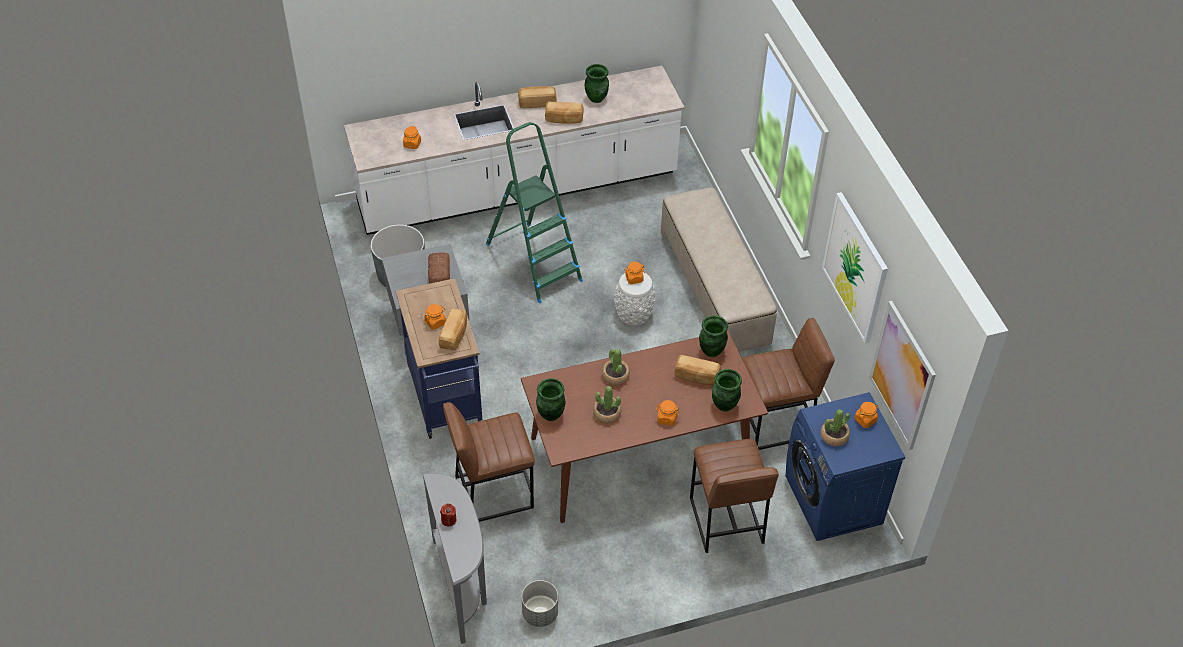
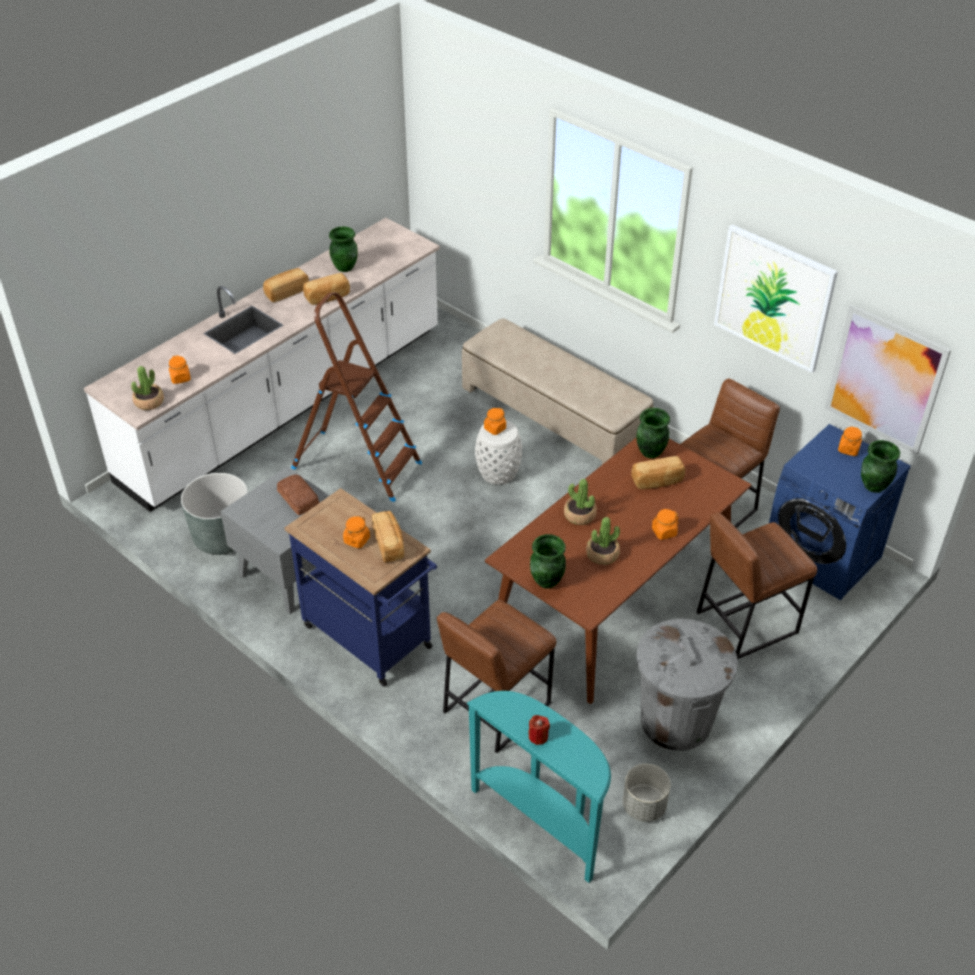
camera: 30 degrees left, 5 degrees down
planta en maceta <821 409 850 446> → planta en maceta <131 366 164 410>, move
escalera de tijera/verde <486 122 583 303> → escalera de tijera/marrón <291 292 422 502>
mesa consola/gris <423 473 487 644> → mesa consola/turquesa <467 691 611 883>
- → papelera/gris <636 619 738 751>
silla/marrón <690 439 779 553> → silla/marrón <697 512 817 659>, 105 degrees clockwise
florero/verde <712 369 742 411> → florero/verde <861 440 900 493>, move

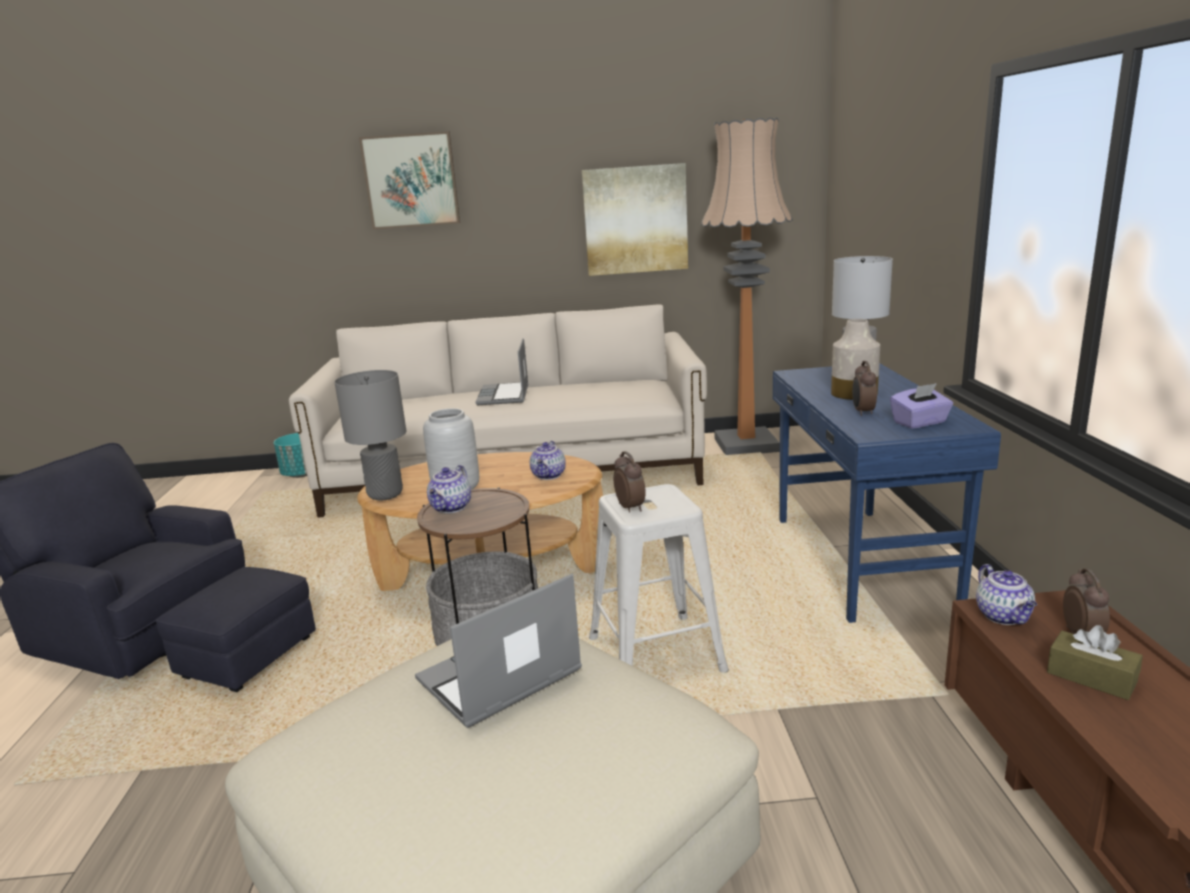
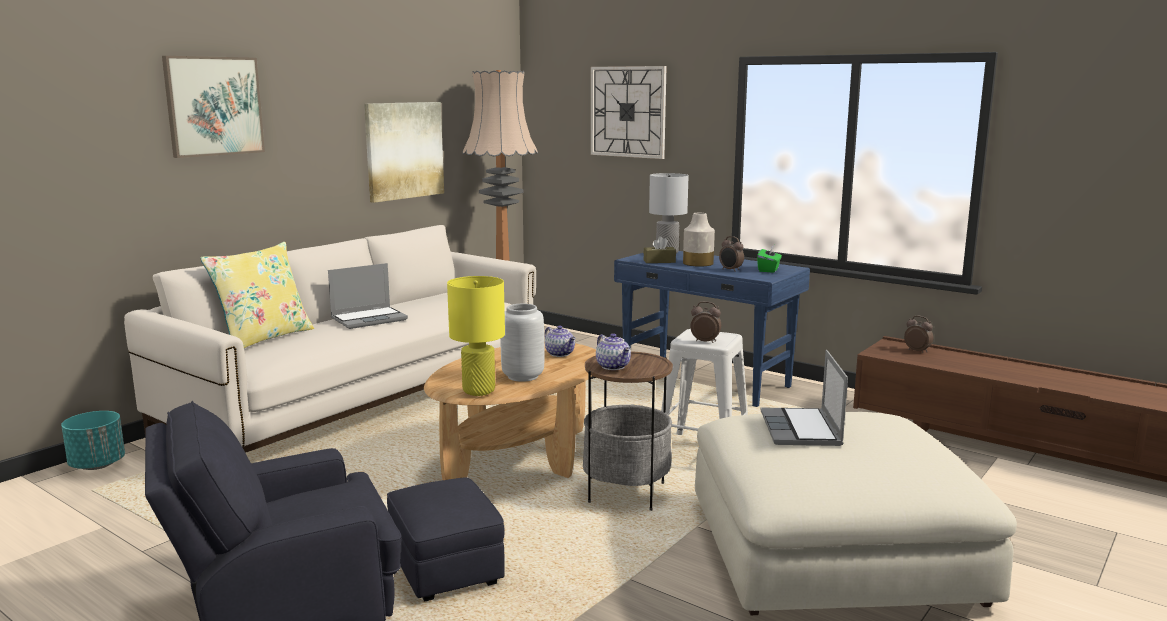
camera: 50 degrees left, 5 degrees down
- → cojín/amarillo <200 242 314 348>
portátil <476 338 528 405> → portátil <328 263 408 329>, 75 degrees counterclockwise
lámpara de mesa/gris <334 370 406 501> → lámpara de mesa/amarillo <447 276 505 396>
- → reloj de pared <591 66 667 159>
caja de pañuelos/marrón <1047 625 1143 700> → caja de pañuelos/marrón <644 236 676 263>, move
caja de pañuelos/morado <890 383 953 429> → caja de pañuelos/verde <757 245 782 273>
tetera <976 564 1037 625> → -

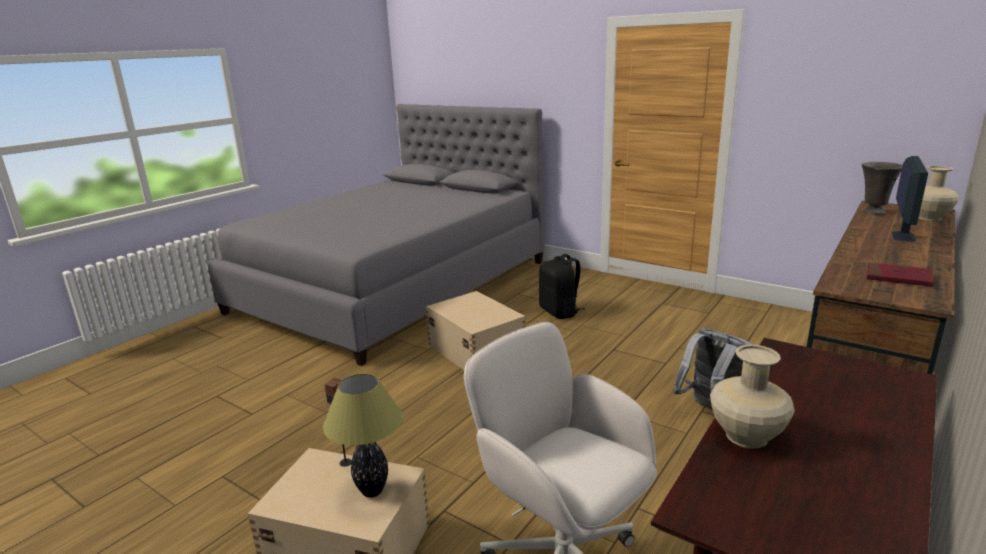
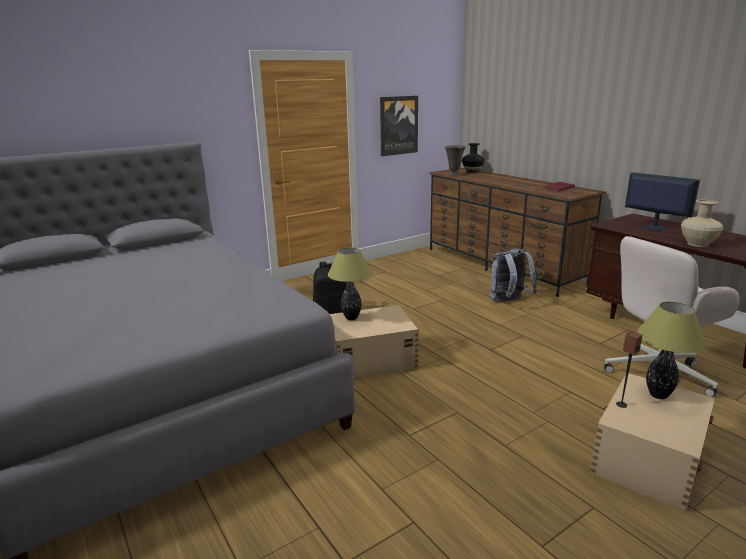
camera: 70 degrees left, 0 degrees up
- → lámpara de mesa <328 247 372 320>
- → cuadro <380 96 418 156>
florero/beis <919 166 959 221> → florero/negro <462 143 485 173>
monitor <892 156 928 242> → monitor <625 172 700 231>, move

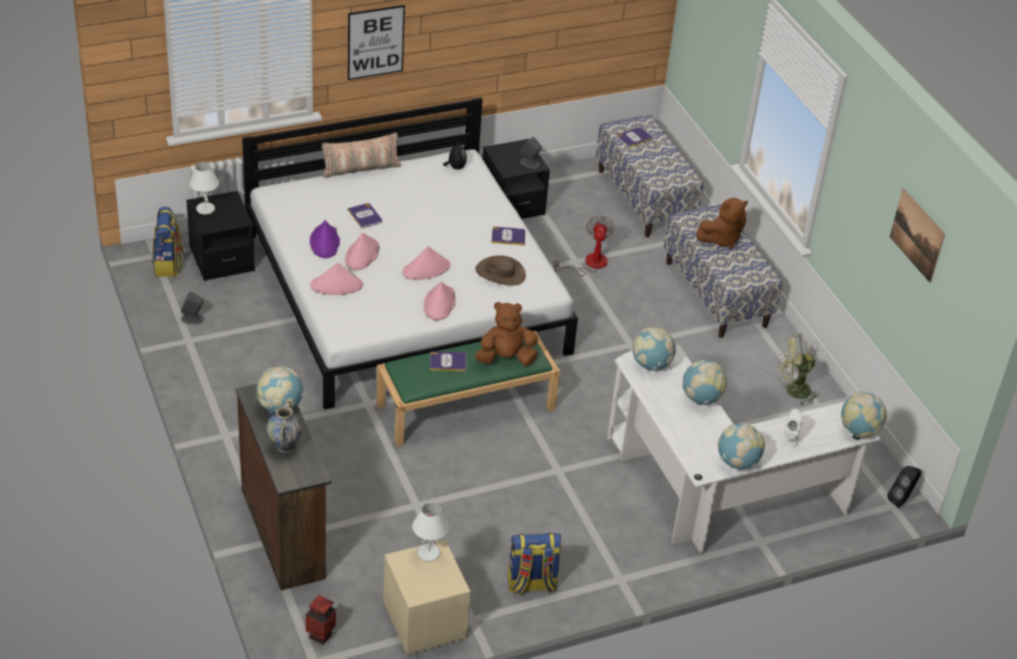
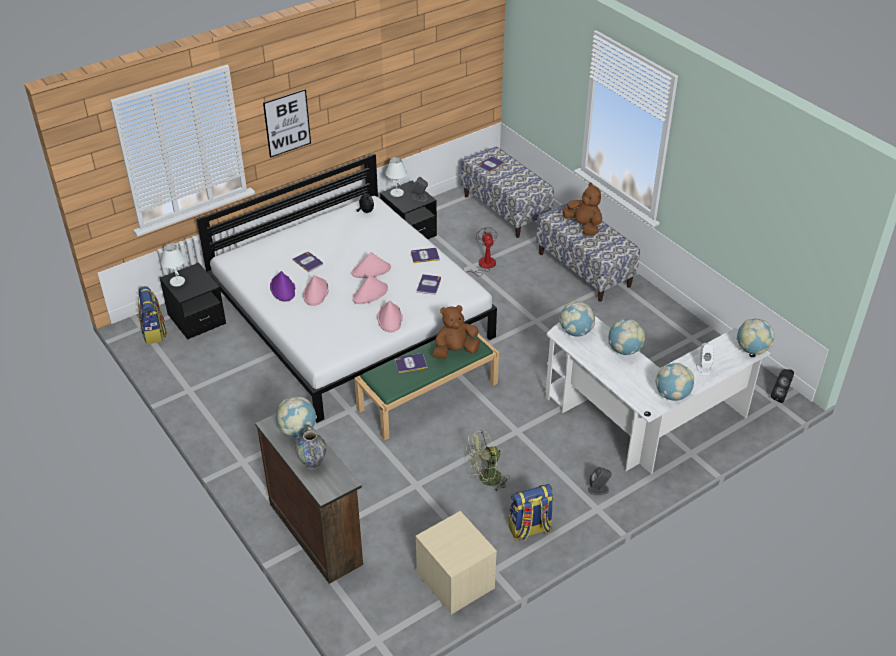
camera: 10 degrees left, 0 degrees up
sombrero/rosa <310 263 363 295> → sombrero/rosa <351 252 391 278>, move
lámpara de mesa/blanco <412 503 449 562> → lámpara de mesa/blanco <385 157 407 197>, move
sombrero/marrón <476 256 526 286> → libro <416 274 441 295>
ventilador/verde <777 334 820 405> → ventilador/verde <466 430 510 492>, move
peluche/marrón <696 198 748 249> → peluche/marrón <563 182 602 236>, 90 degrees counterclockwise
altavoz/gris <181 292 204 325> → altavoz/gris <588 467 612 495>, move
florero <306 595 336 645> → -
cojín <322 133 402 178> → -
cuadro <890 188 945 283> → -

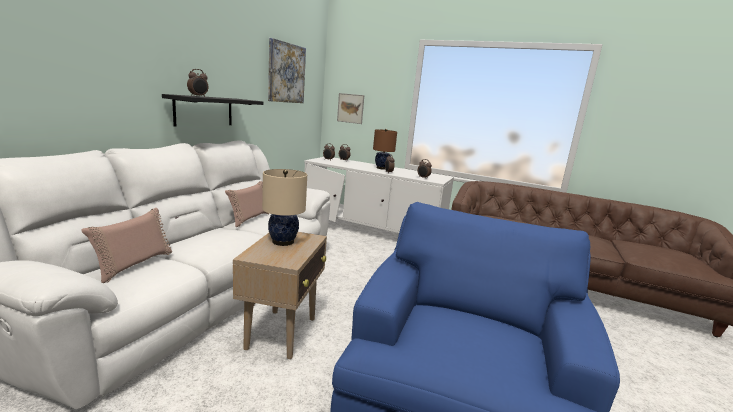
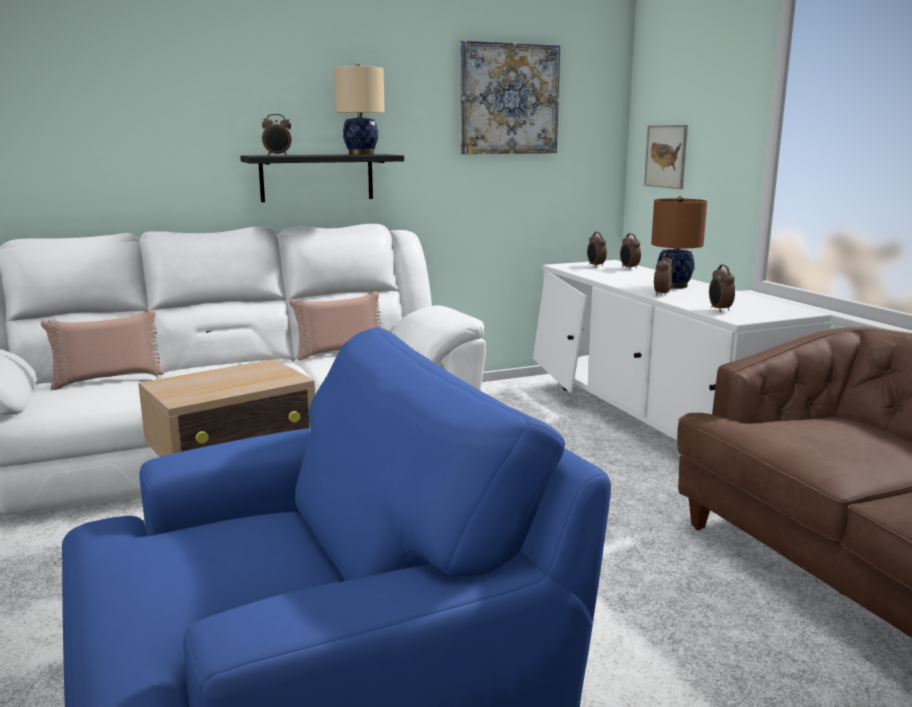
camera: 45 degrees right, 0 degrees up
lámpara de mesa/beis <262 169 307 246> → lámpara de mesa/beis <334 64 385 155>, move

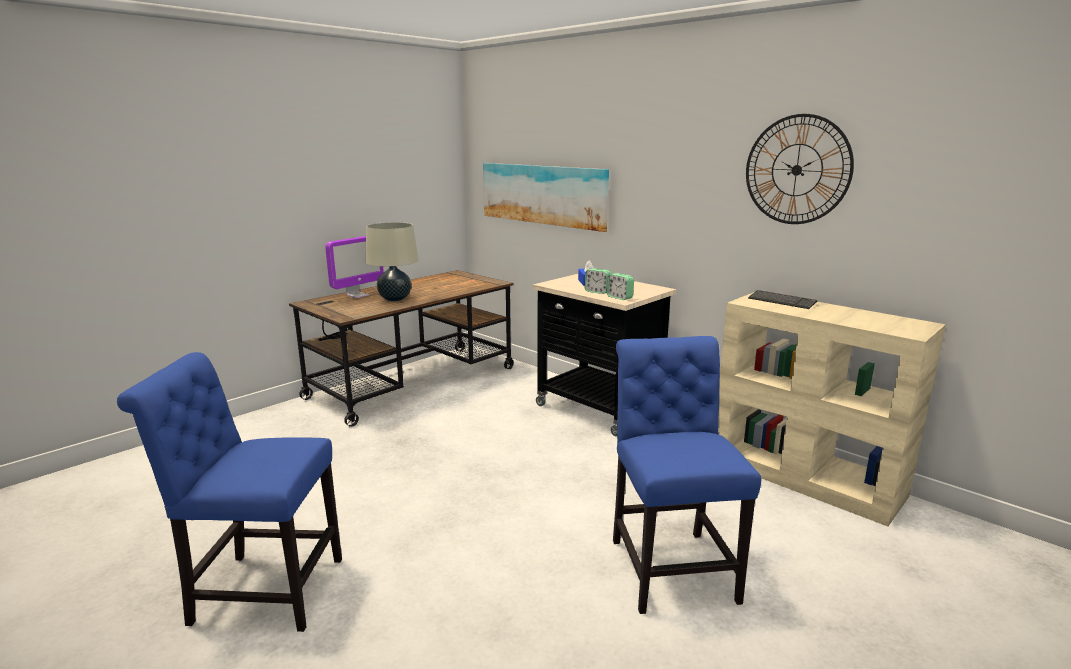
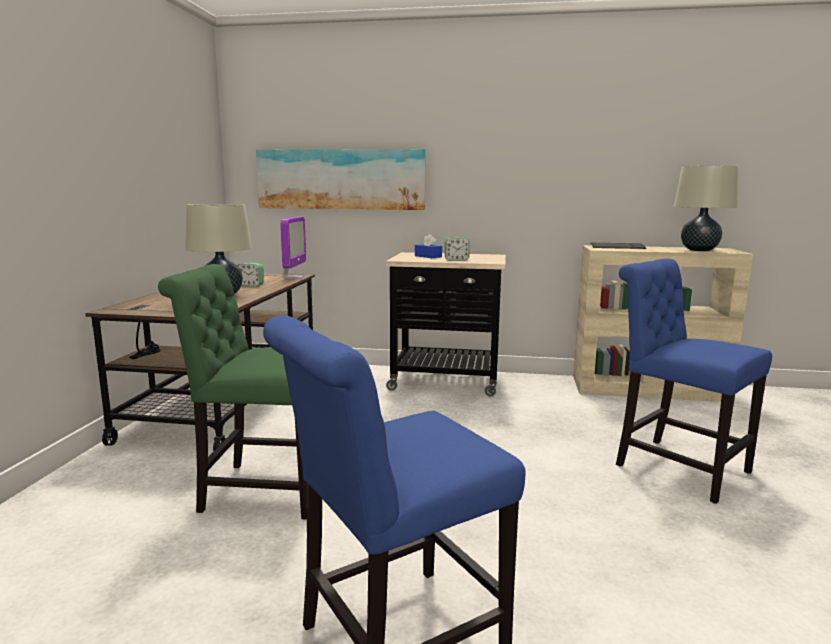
camera: 35 degrees left, 5 degrees down
- → silla/verde <158 264 307 520>
despertador <607 273 634 300> → despertador <237 263 264 286>, move
monitor <325 236 384 298> → monitor <280 217 306 279>, move
- → lámpara de mesa/beis <673 166 738 251>
reloj de pared <746 114 854 224> → -

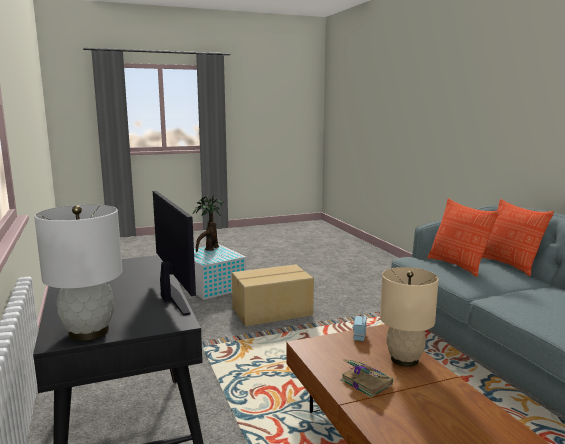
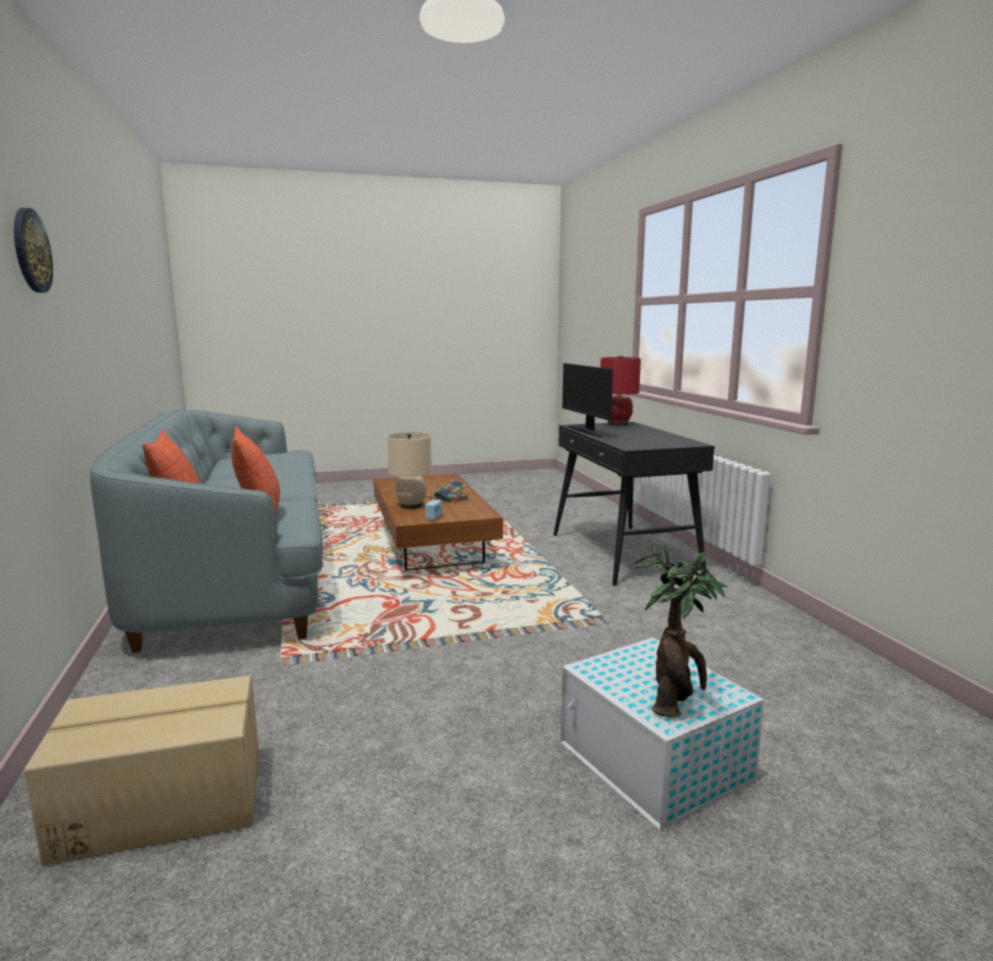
camera: 175 degrees left, 0 degrees up
- → reloj de pared <14 208 53 293>
caja de cartón <232 264 314 326> → caja de cartón <24 675 259 866>, move
lámpara de mesa/blanco <34 204 123 341> → lámpara de mesa/rojo <600 355 641 426>

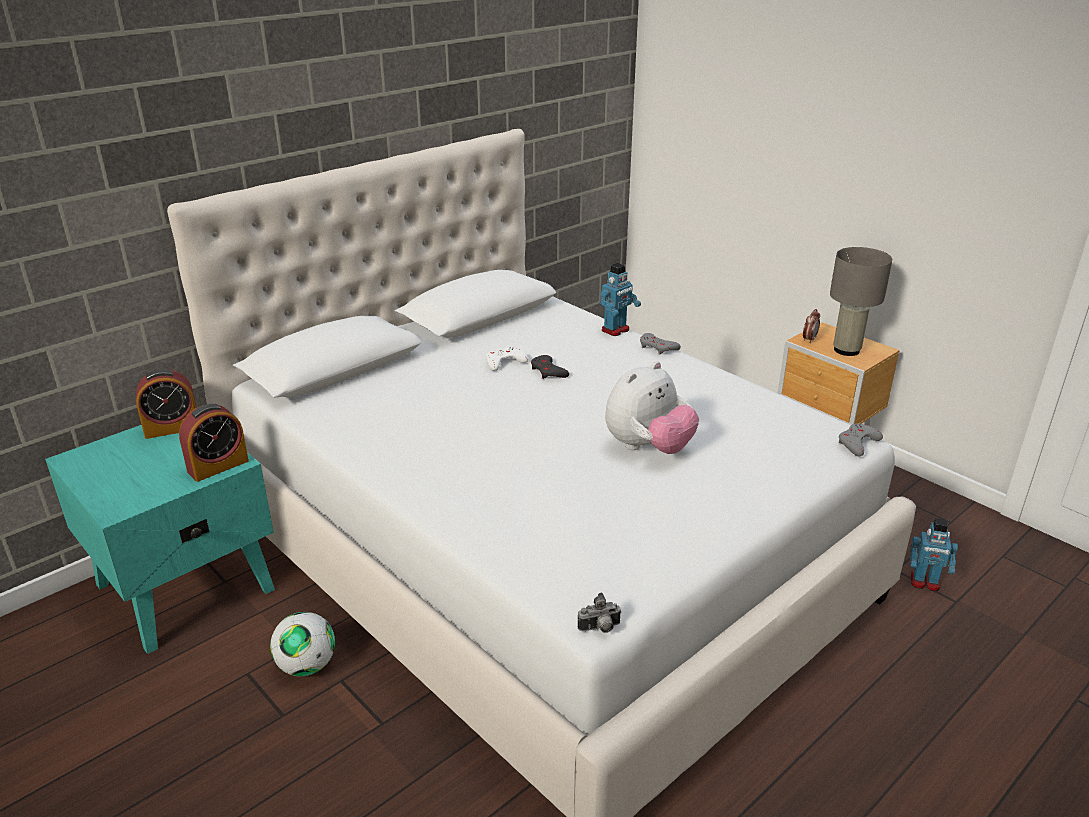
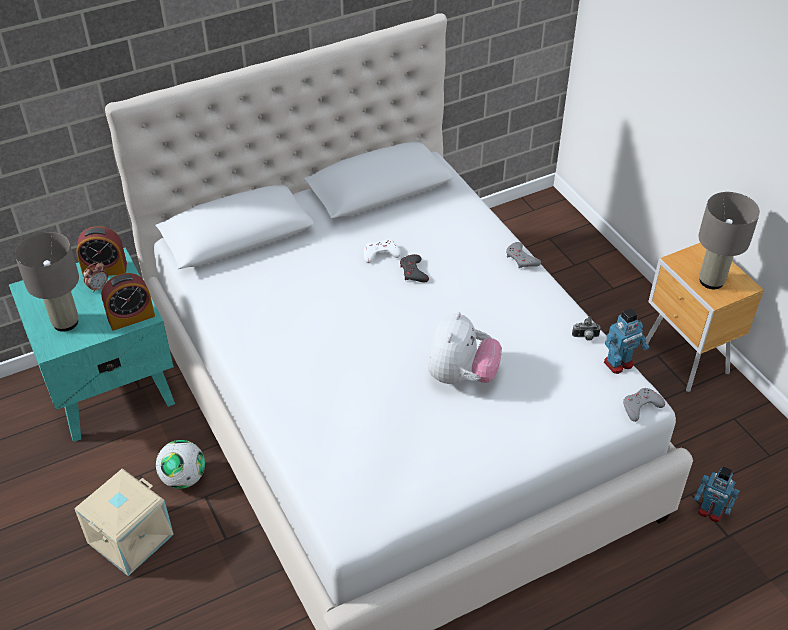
camera: 15 degrees right, 15 degrees up
- → lámpara de mesa/gris <15 232 79 332>
- → caja de almacenaje/beis <74 468 174 576>
despertador <803 309 820 343> → despertador <83 262 108 293>, move
peluche <605 361 699 454> → peluche <427 312 502 384>, 45 degrees counterclockwise
cámara <578 593 622 633> → cámara <572 316 601 341>, move
robot de juguete <600 263 641 336> → robot de juguete <604 308 649 374>, move

